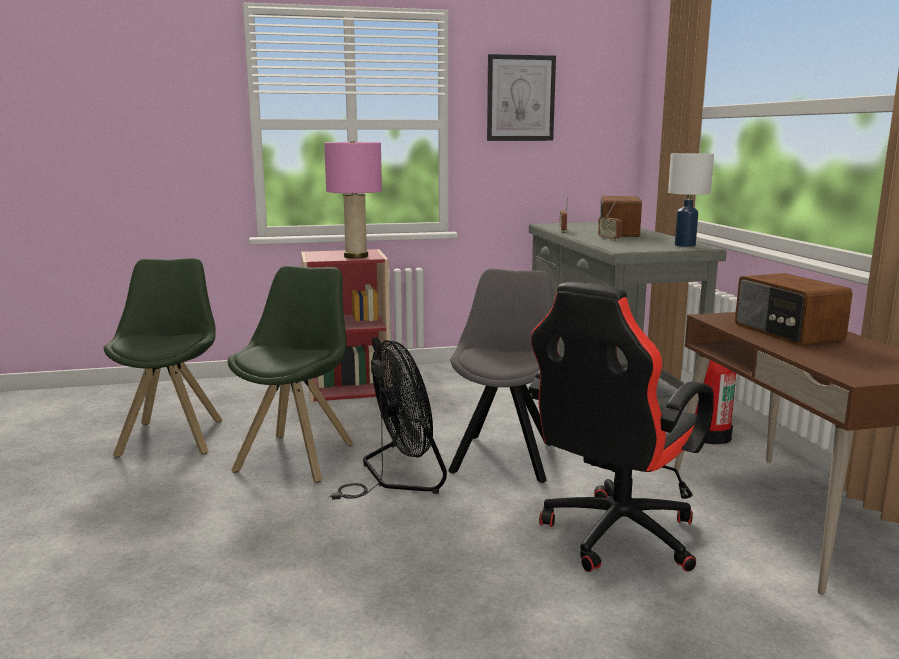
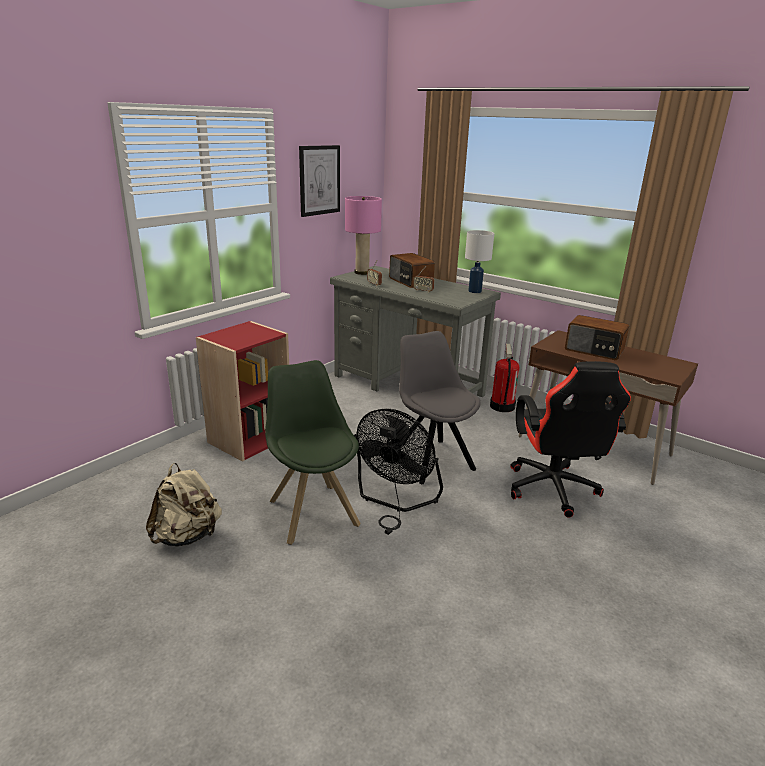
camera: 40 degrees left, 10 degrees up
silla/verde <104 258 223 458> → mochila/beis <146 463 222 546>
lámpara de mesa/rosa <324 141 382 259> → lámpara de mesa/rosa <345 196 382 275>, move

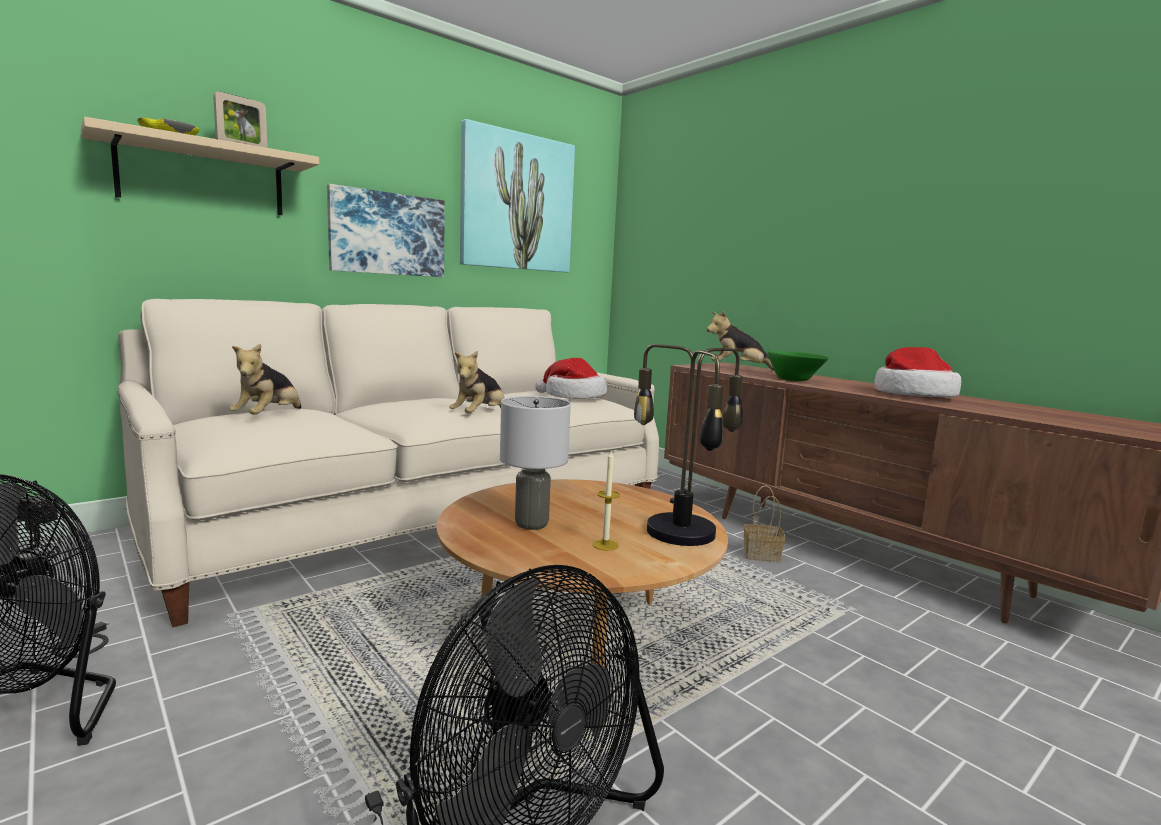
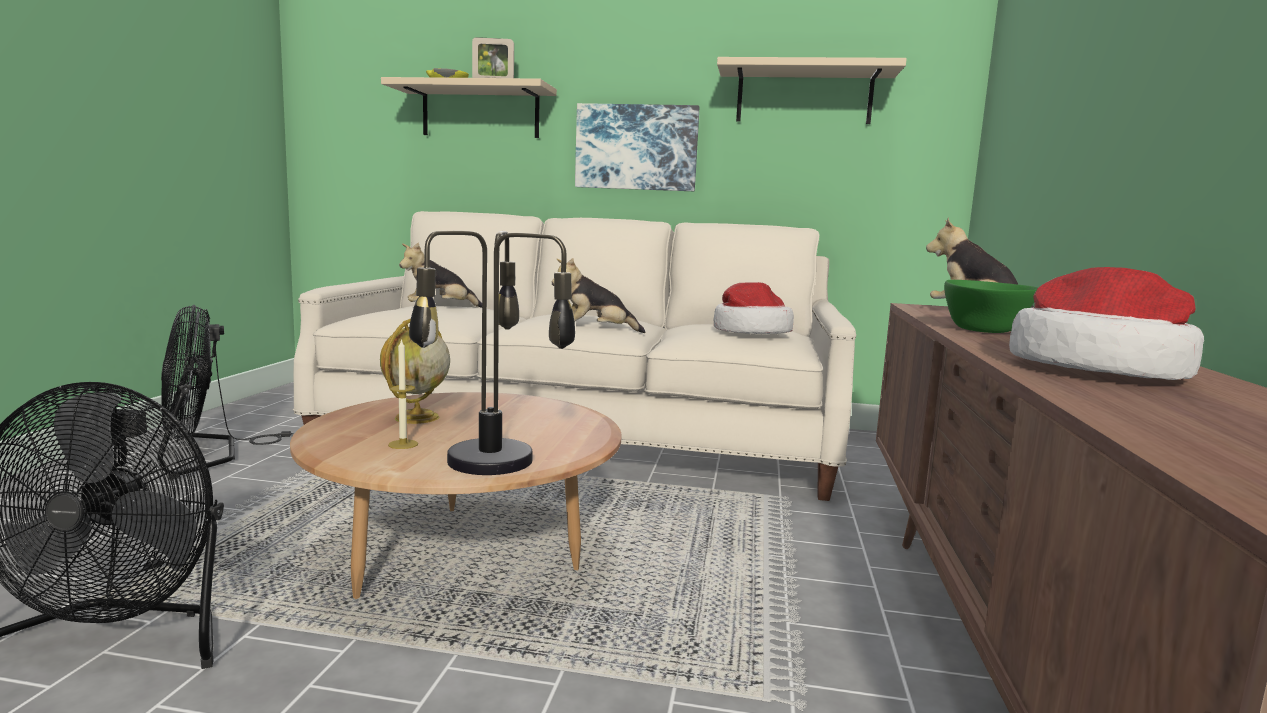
camera: 50 degrees right, 0 degrees up
lámpara de mesa/blanco <500 396 571 530> → globo terráqueo <380 319 450 424>
cuadro <460 119 575 272> → estante/beis <717 57 907 124>
cesta <743 485 785 562> → -

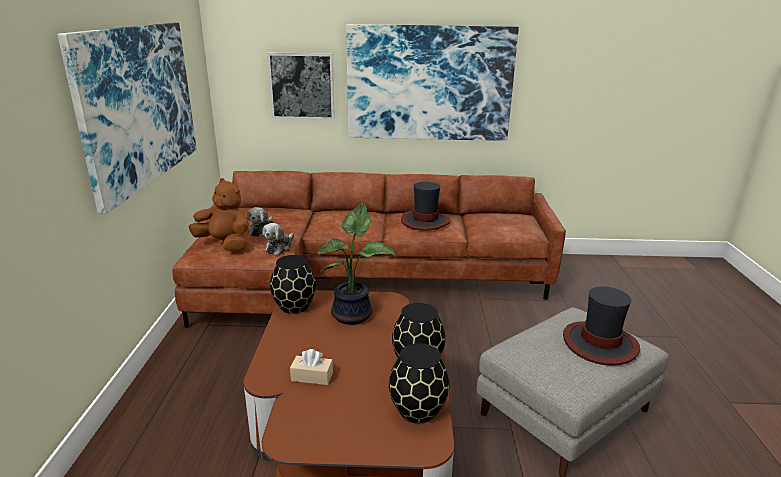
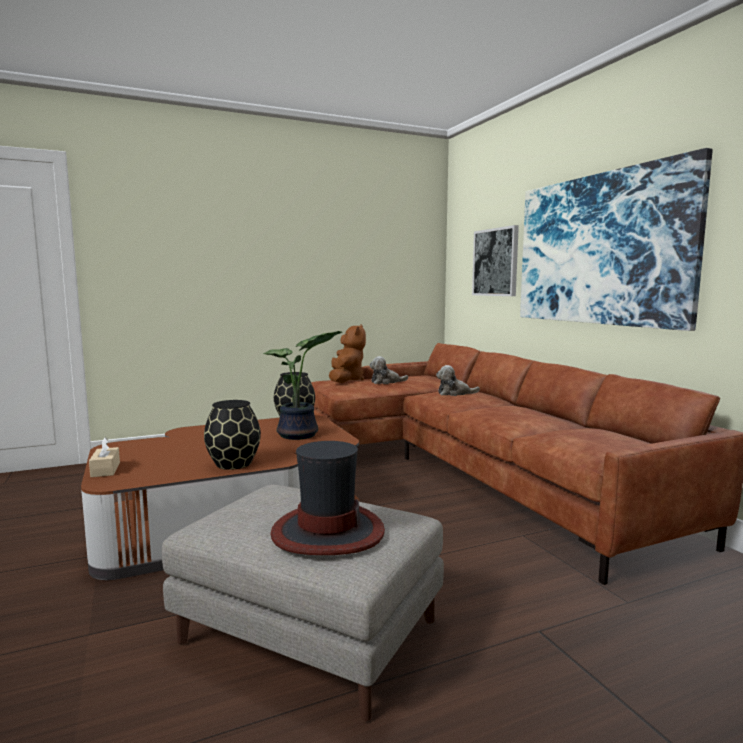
camera: 65 degrees right, 15 degrees down
caja de pañuelos/beis <290 349 333 385> → caja de pañuelos/beis <89 437 120 477>, move
peluche <262 223 294 255> → peluche <436 365 480 396>, move
cuadro <57 23 197 214> → -
florero/negro <389 343 449 424> → -
sombrero <401 182 450 231> → -

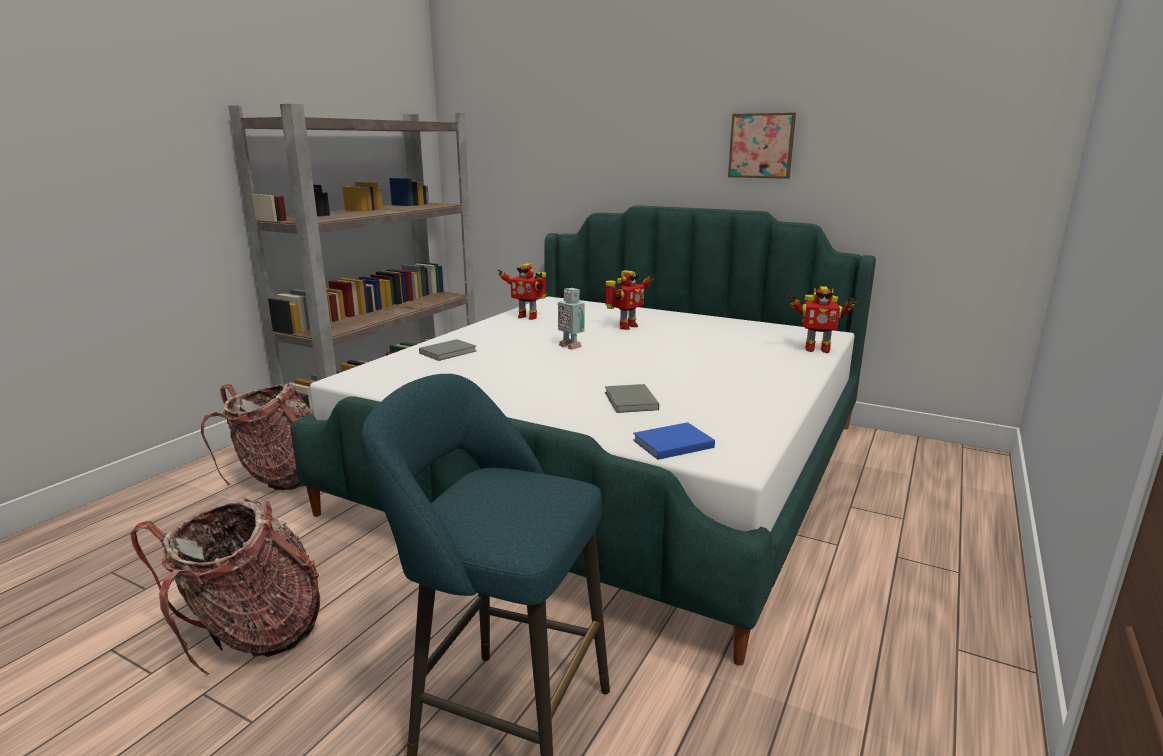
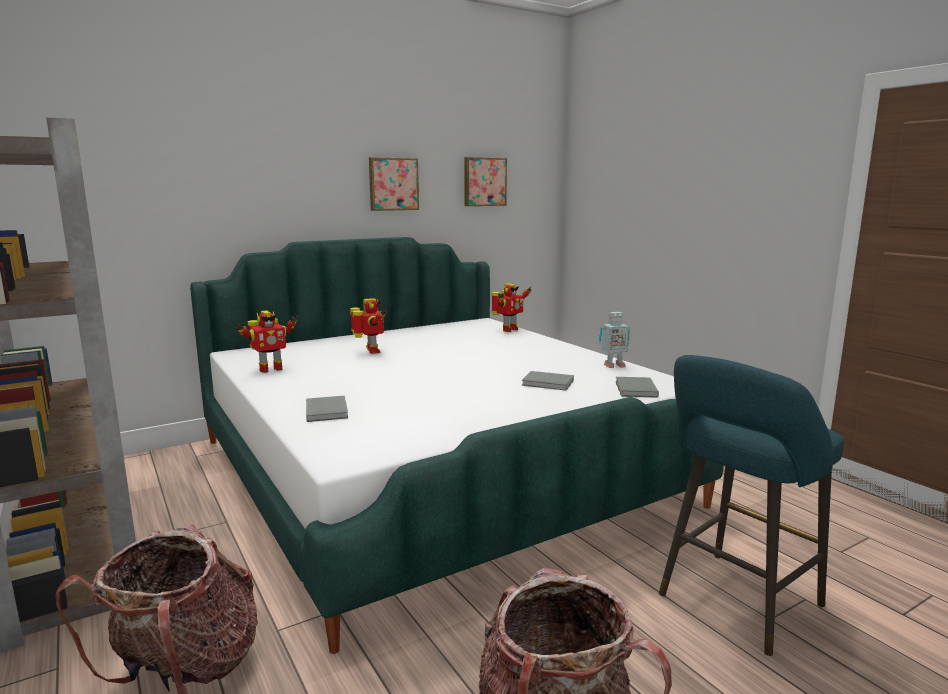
camera: 60 degrees left, 5 degrees down
- → cuadro <464 157 507 206>
robot de juguete <558 288 585 350> → robot de juguete <599 312 630 368>, move
libro/azul <633 422 715 460> → libro/gris <616 377 659 398>

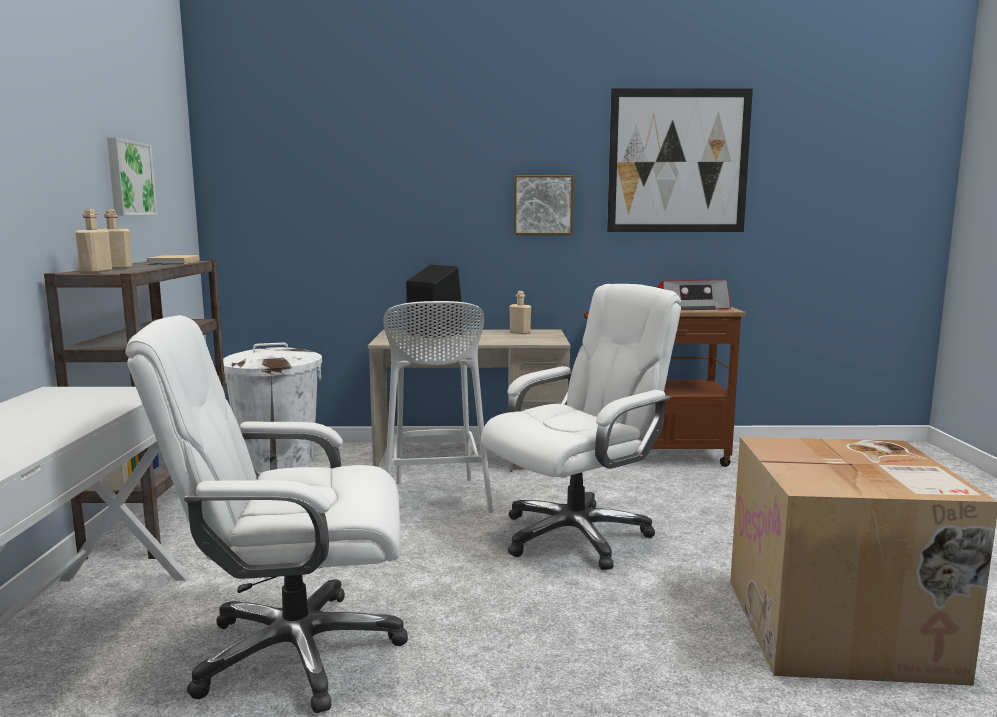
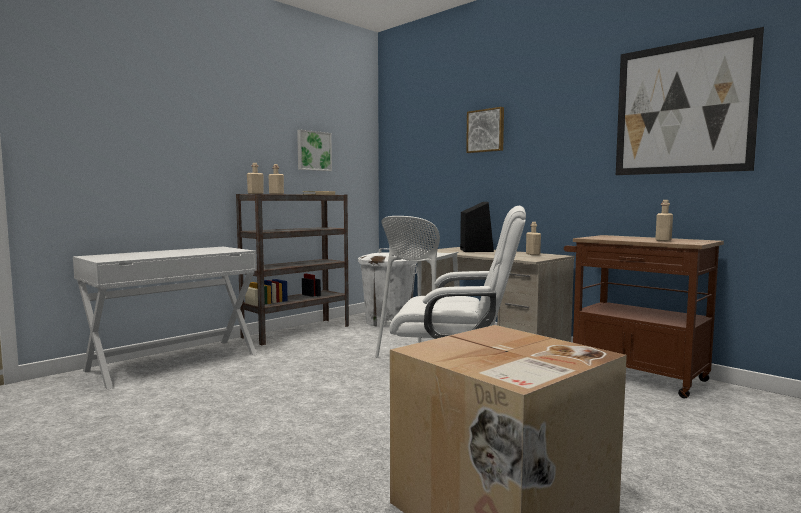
camera: 45 degrees right, 5 degrees down
cuadro <514 175 574 235> → cuadro <466 107 504 153>, move
radio <657 280 731 310> → botella/beis <655 200 673 241>
silla de oficina/blanco <125 315 408 713> → -

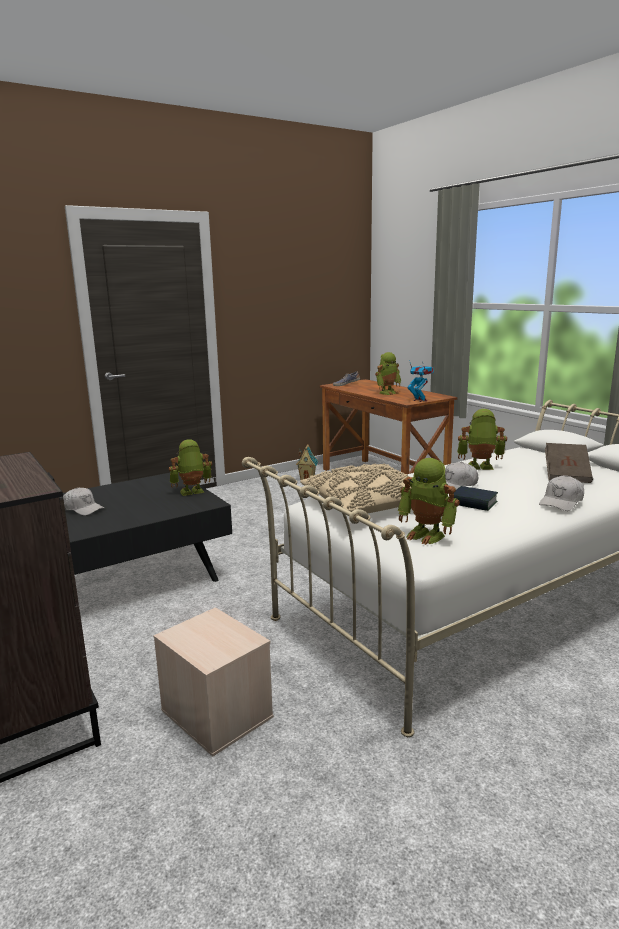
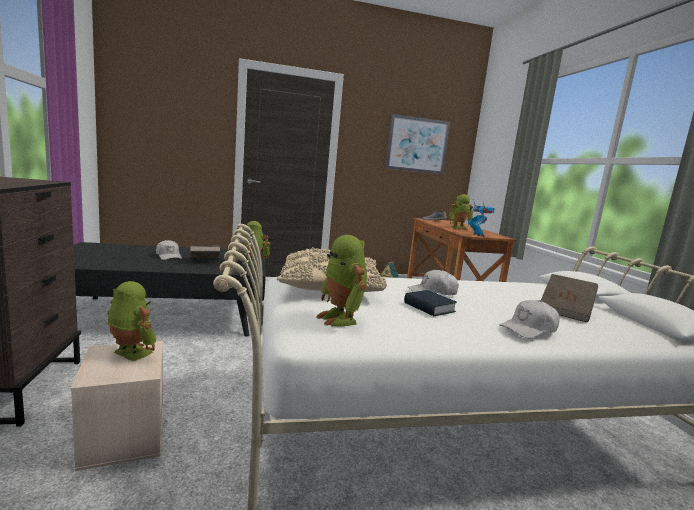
camera: 20 degrees right, 5 degrees down
robot de juguete <457 409 507 470> → robot de juguete <107 281 157 361>, move
- → libro/marrón <190 246 221 258>
- → cuadro <385 114 450 174>

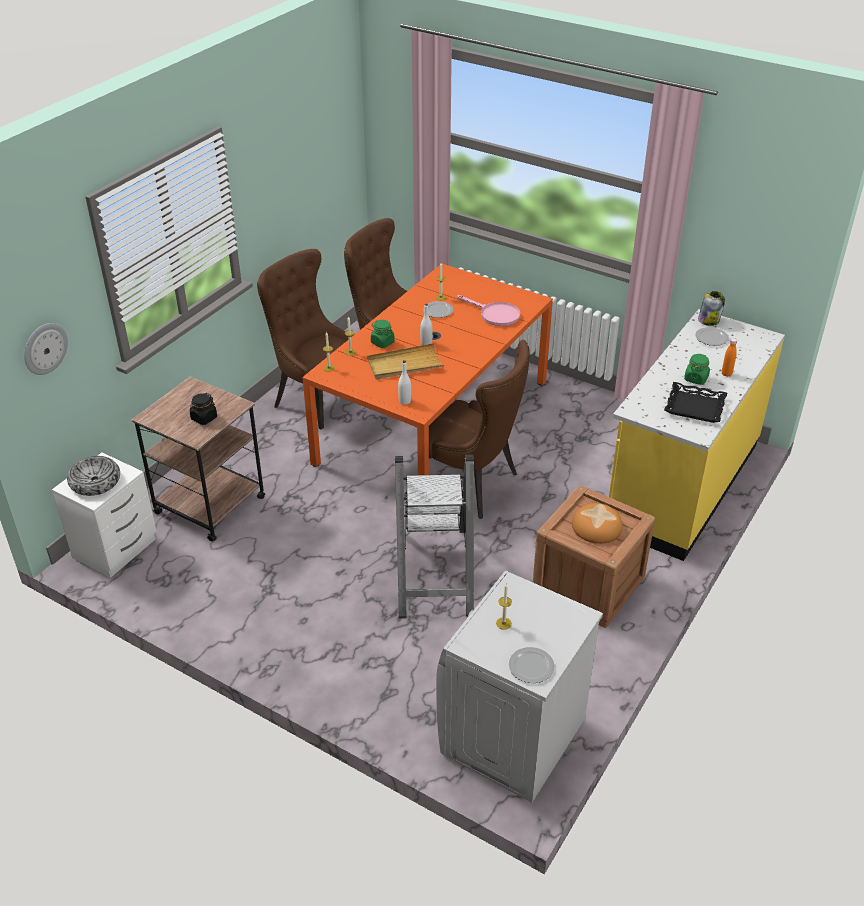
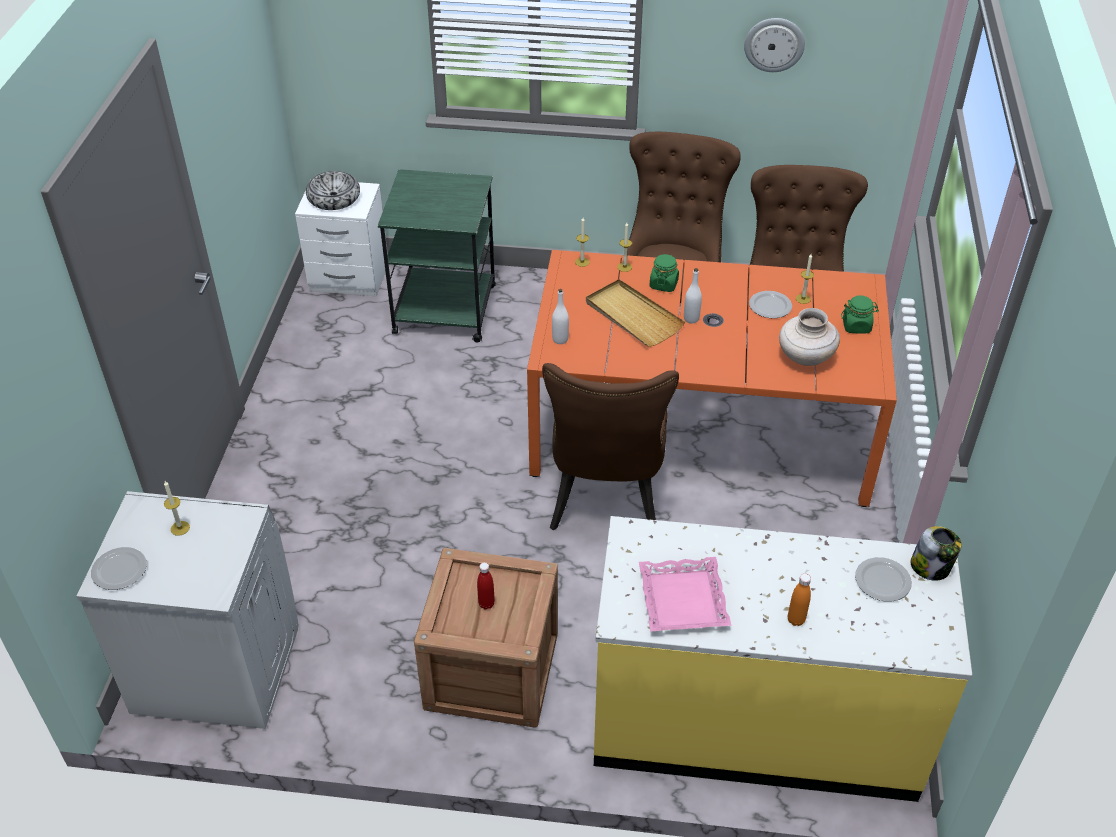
camera: 65 degrees right, 5 degrees up
carrito/marrón <132 377 265 541> → carrito/verde <378 169 496 343>
pan <572 503 623 544> → botella/rojo <477 562 495 609>
bandeja/negro <664 382 727 423> → bandeja/rosa <639 557 731 631>
reloj de pared <24 323 68 375> → reloj de pared <744 18 805 72>, move
sartén/rosa <457 295 520 326> → florero/beis <779 308 840 366>
tarro/verde <684 354 710 385> → tarro/verde <841 295 879 334>, move
tarro/negro <190 393 217 425> → -
escalera de tijera/gris <395 455 474 618> → -

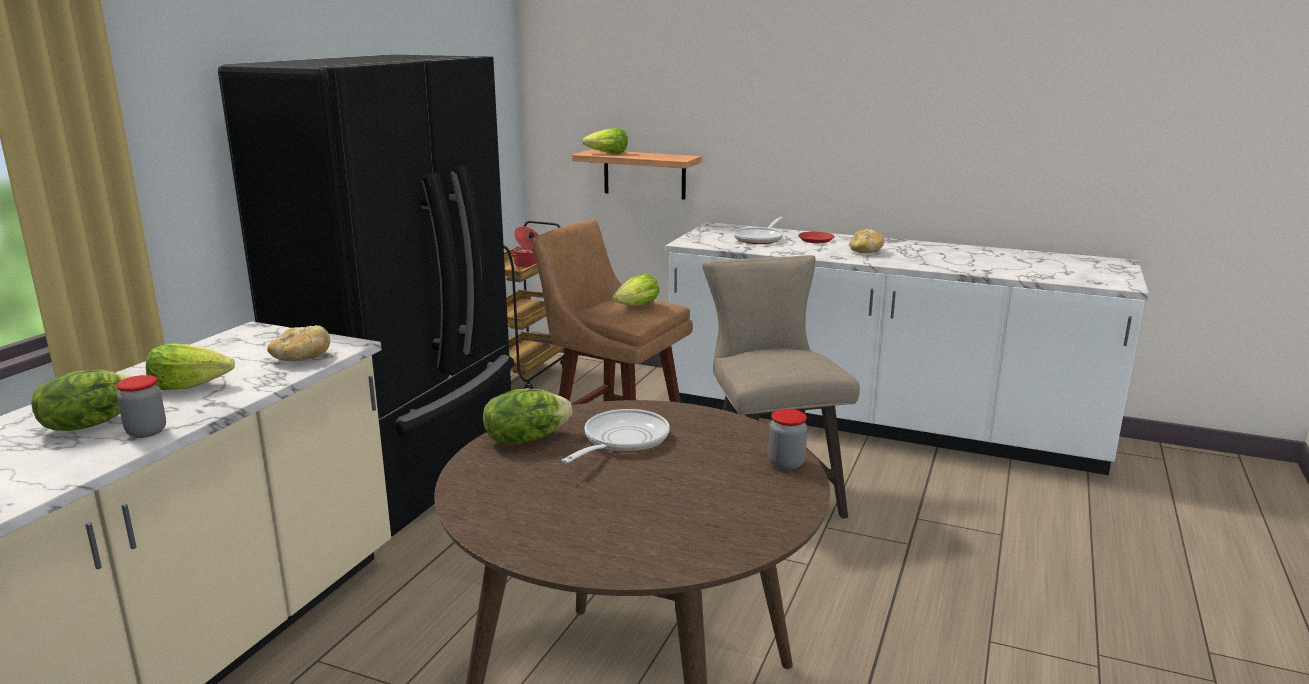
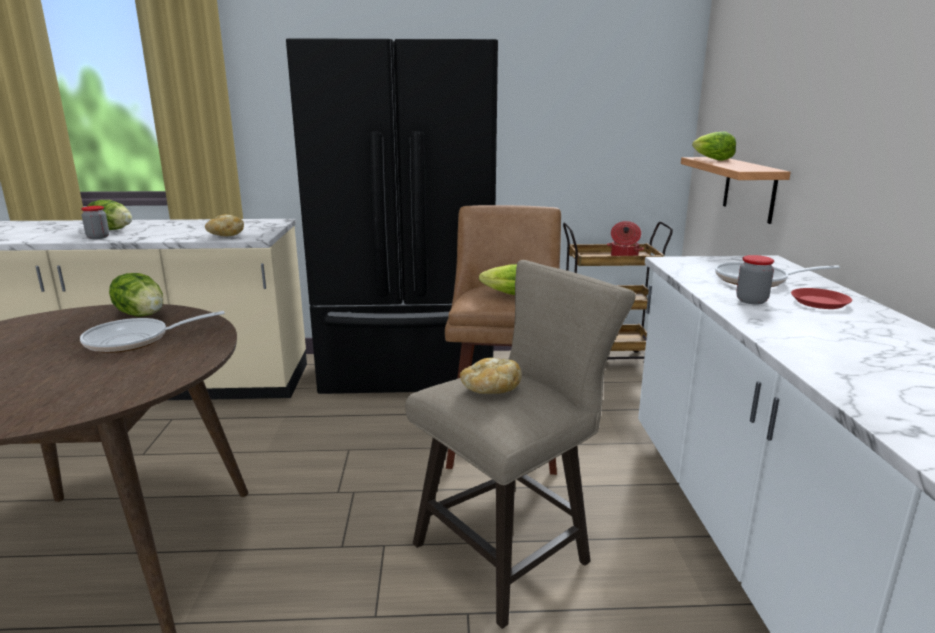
camera: 65 degrees right, 0 degrees up
sartén <561 409 670 463> → sartén <80 311 225 353>, 150 degrees clockwise
pan <849 229 885 253> → pan <460 358 522 394>, move
tarro <768 409 807 470> → tarro <736 255 774 304>, move
lechuga <146 343 235 390> → -

